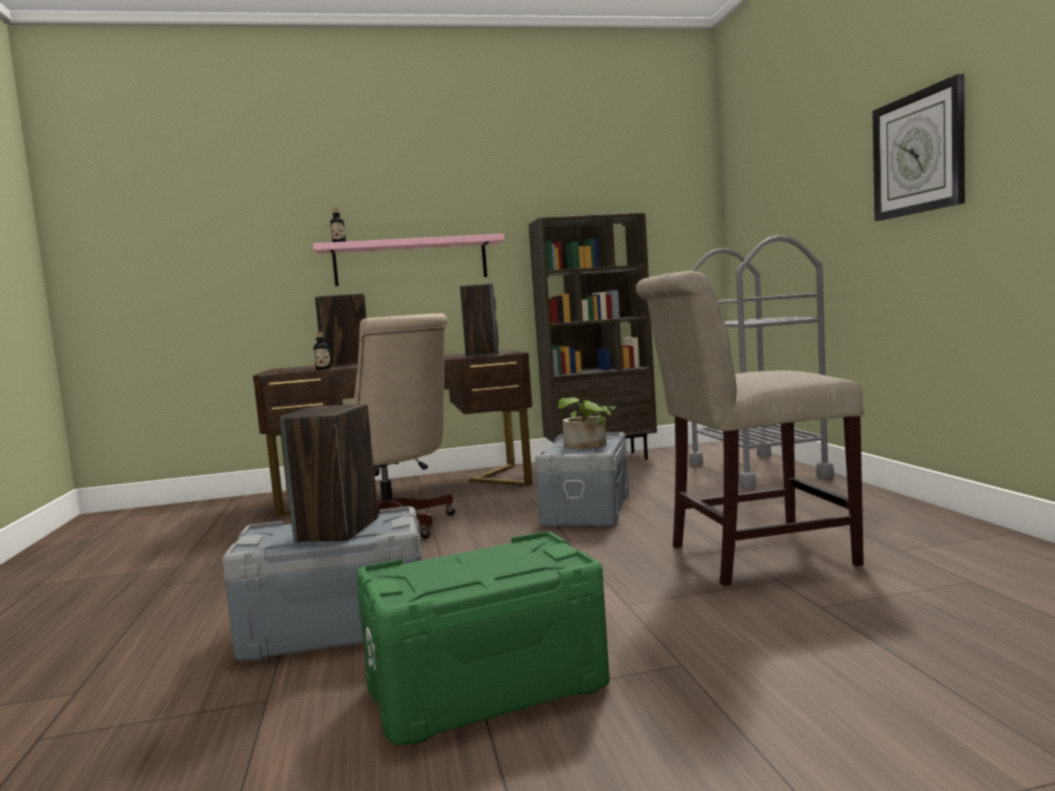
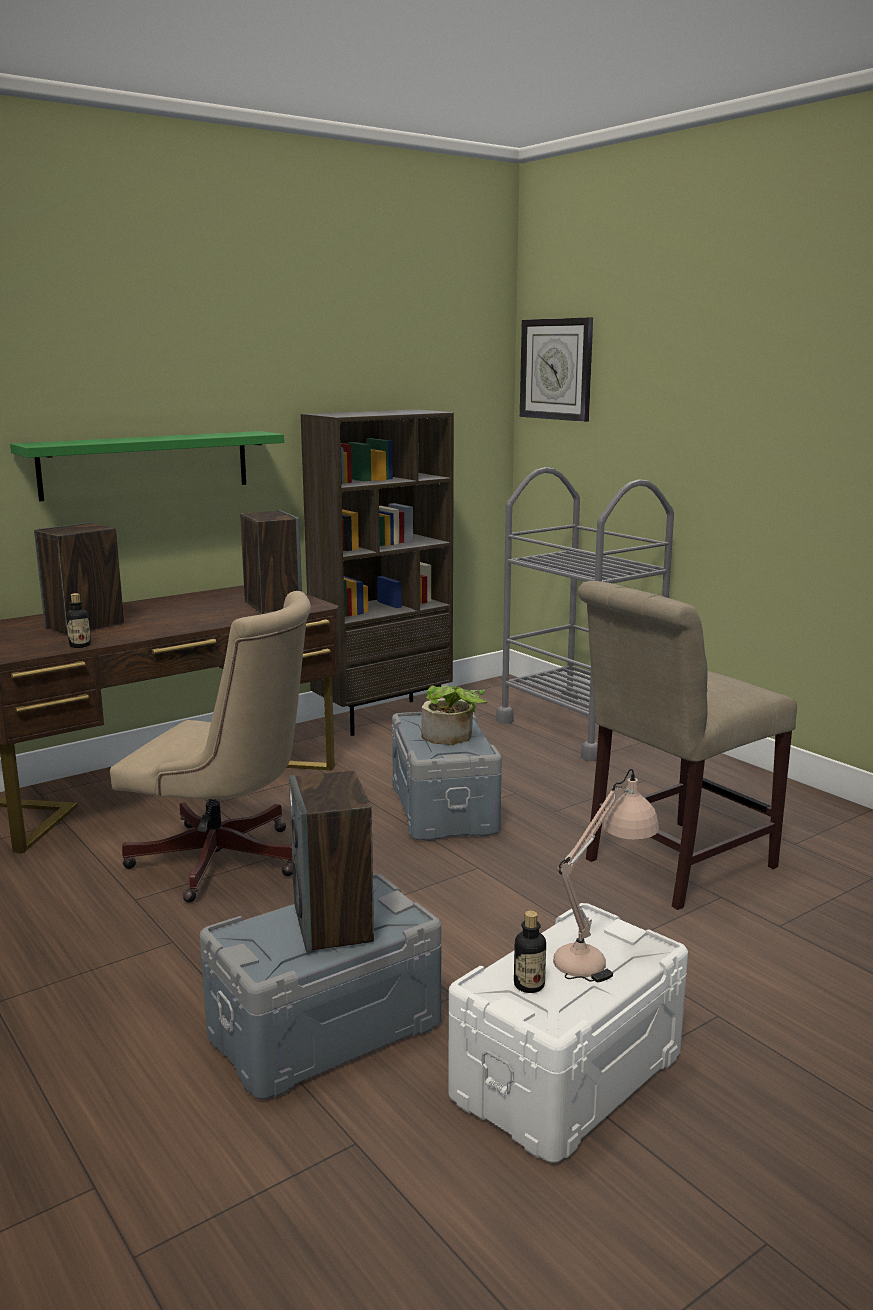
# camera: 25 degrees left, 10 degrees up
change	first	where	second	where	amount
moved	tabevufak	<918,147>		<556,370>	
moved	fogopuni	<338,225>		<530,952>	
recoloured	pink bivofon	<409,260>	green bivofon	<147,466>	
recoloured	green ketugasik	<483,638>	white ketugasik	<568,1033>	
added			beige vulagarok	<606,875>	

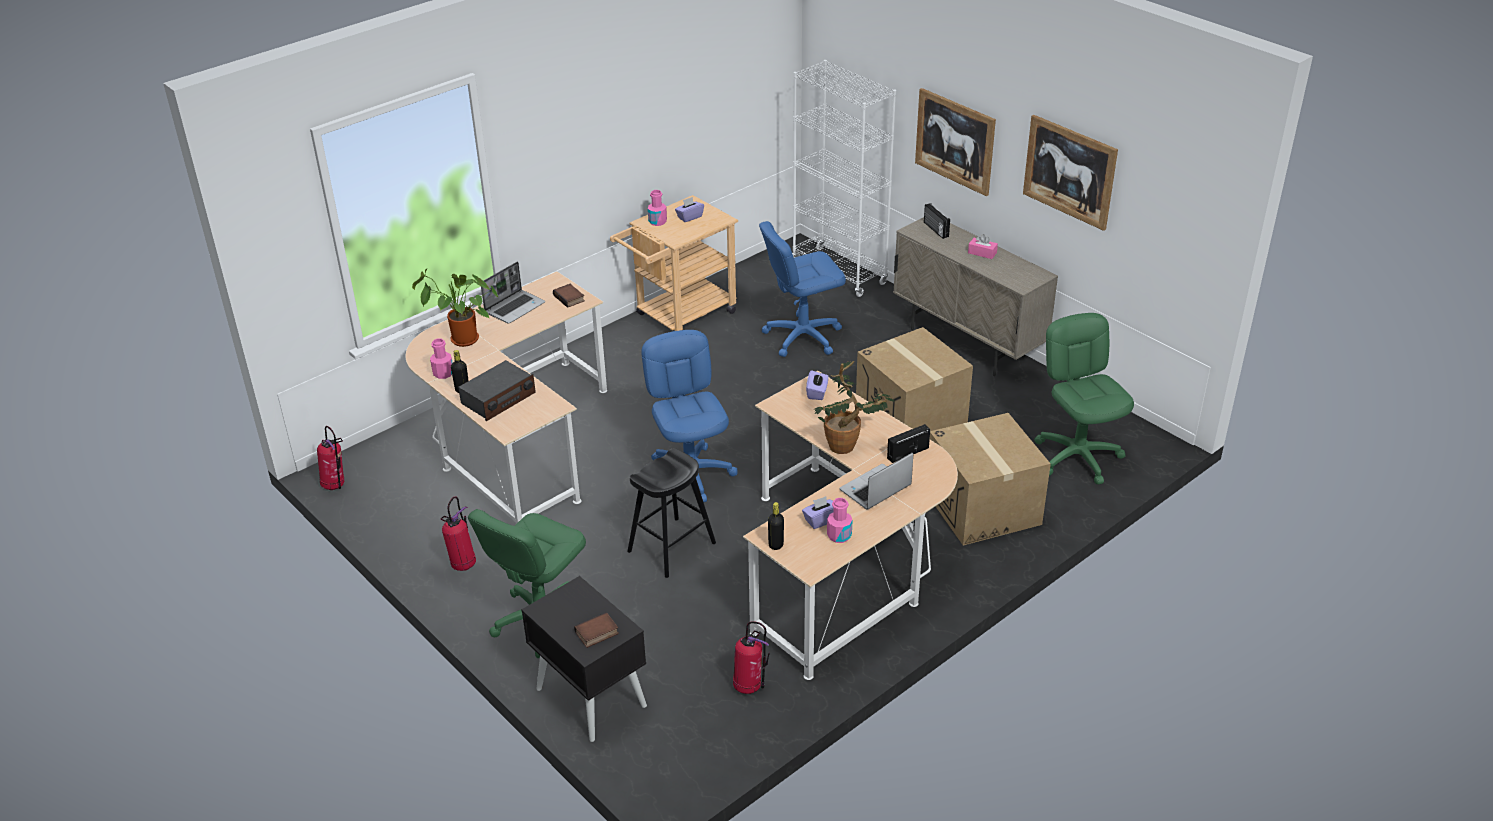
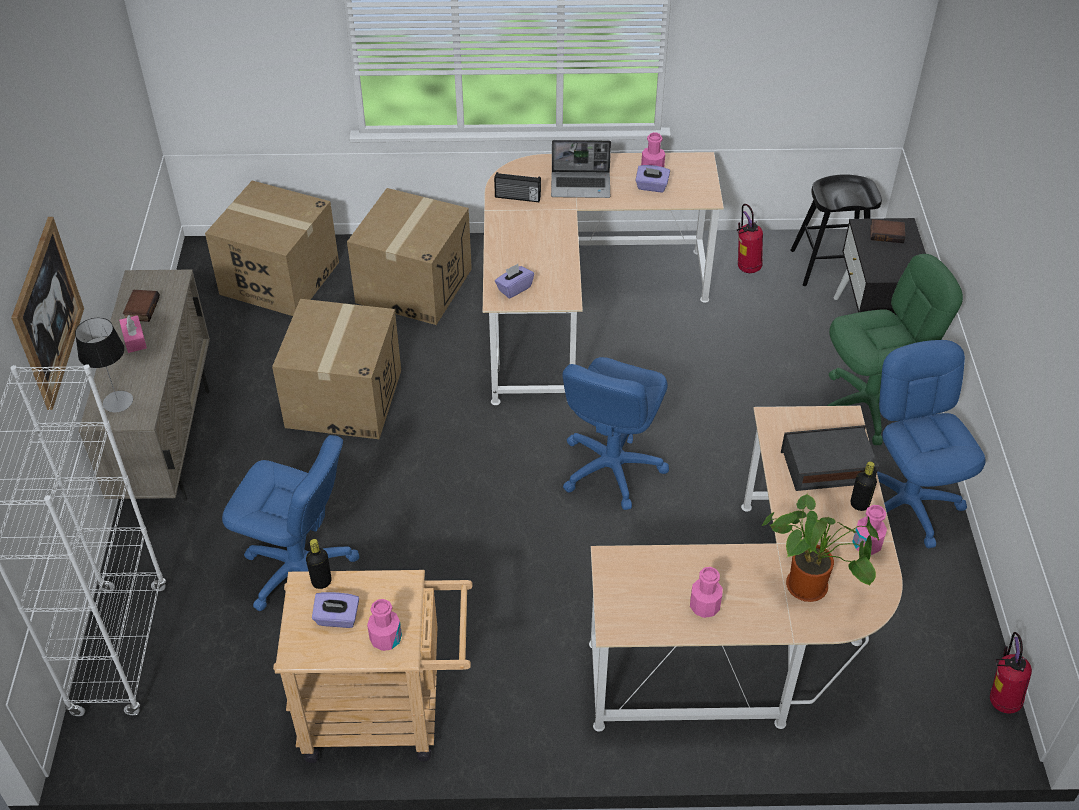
# camera: 140 degrees left, 10 degrees up
change	first	where	second	where	amount
removed	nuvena	<1070,173>			
replaced	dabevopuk	<937,221>	vulagarok	<104,365>	
replaced	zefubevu	<513,293>	pink fogopuni	<706,592>	
moved	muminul	<569,296>		<141,306>	
replaced	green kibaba	<1084,399>	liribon	<272,248>	
removed	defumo	<854,407>			
moved	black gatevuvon	<671,513>		<836,230>	
replaced	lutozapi	<458,533>	blue kibaba	<931,444>	
moved	black fogopuni	<776,526>		<319,564>	

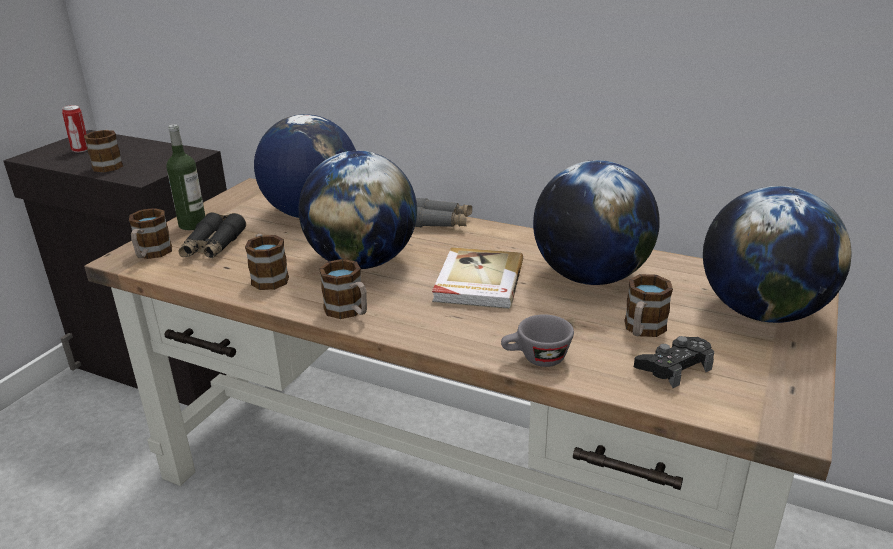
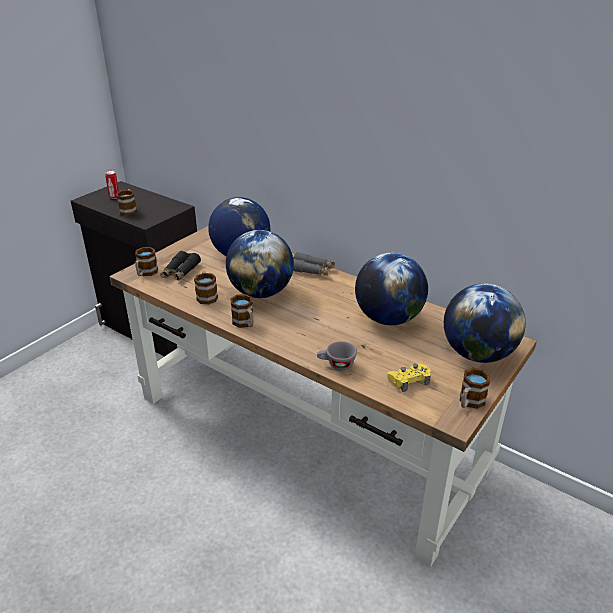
# camera: 10 degrees right, 5 degrees up
change	first	where	second	where	amount
removed	fogopuni	<185,177>			
removed	muminul	<477,278>			
moved	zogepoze	<648,305>		<475,388>	
recoloured	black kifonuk	<674,362>	yellow kifonuk	<409,378>	

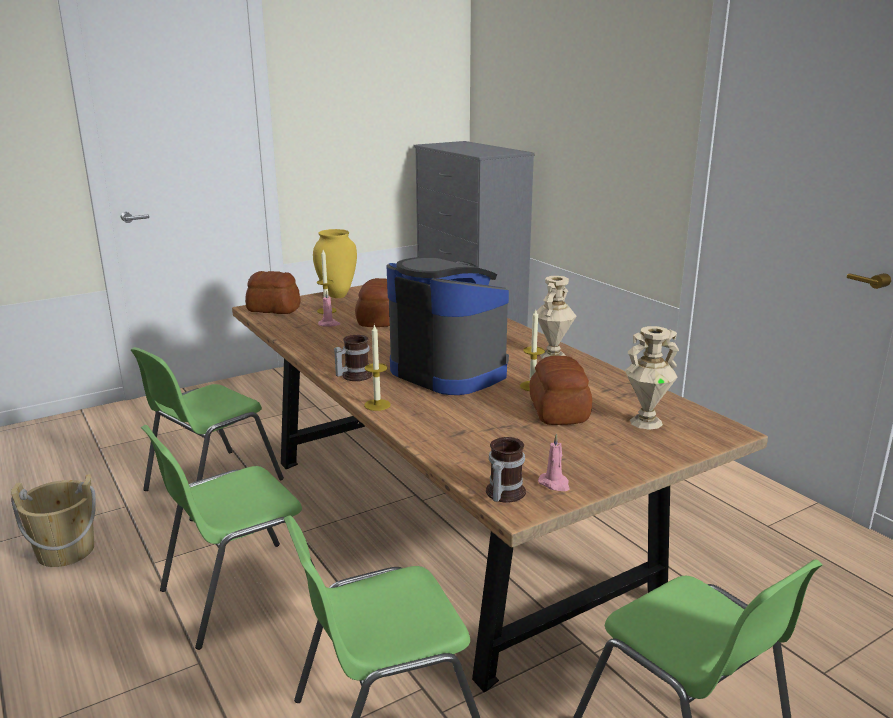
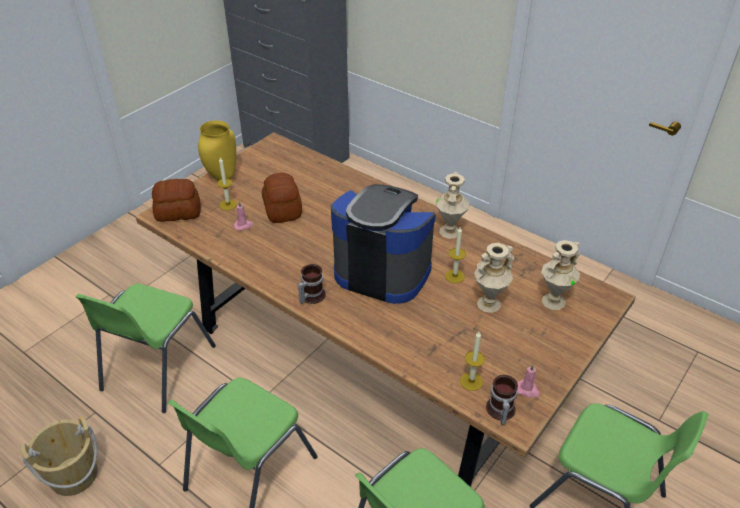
# camera: 20 degrees left, 20 degrees up
change	first	where	second	where	amount
moved	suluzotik	<377,367>		<472,361>	
replaced	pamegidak	<560,390>	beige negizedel	<494,278>	

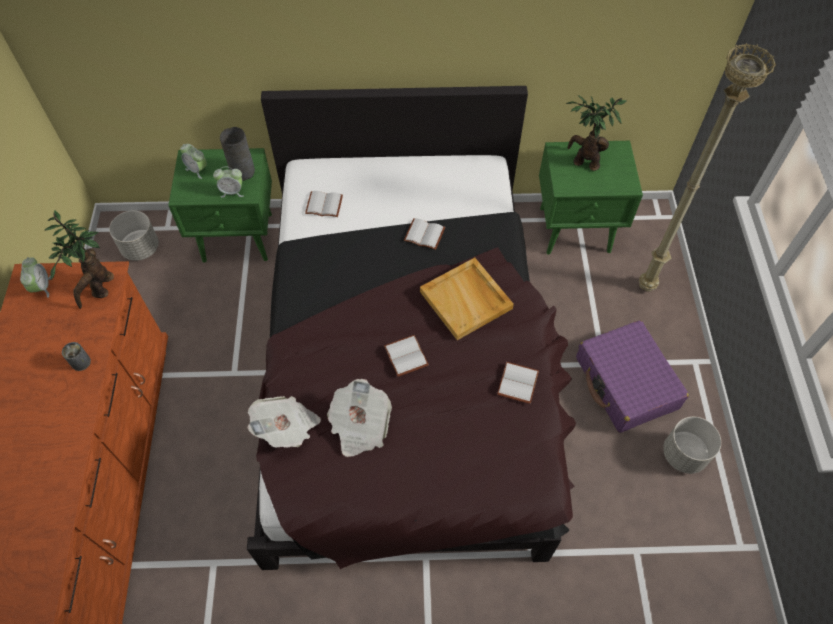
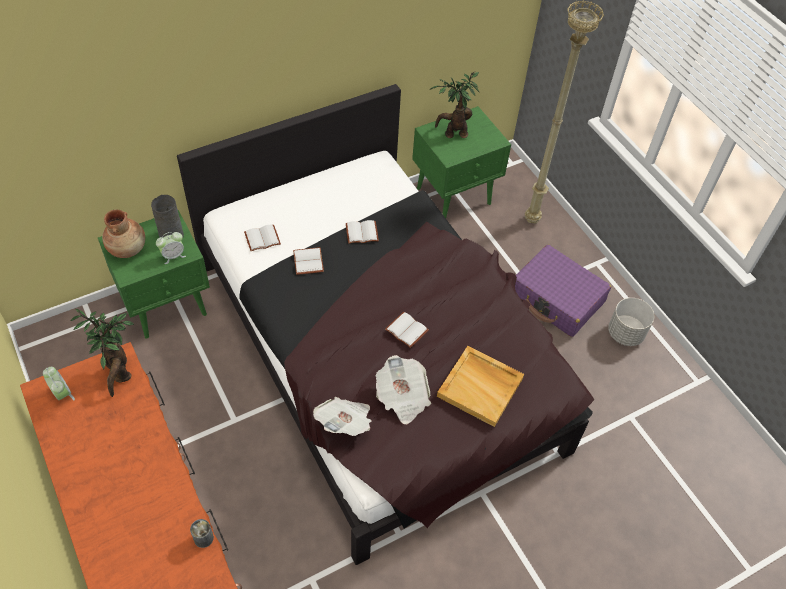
# camera: 30 degrees left, 5 degrees down
change	first	where	second	where	amount
replaced	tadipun	<193,161>	brown negizedel	<123,234>	
removed	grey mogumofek	<134,236>			
moved	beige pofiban	<467,299>		<480,386>	
moved	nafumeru	<76,356>		<202,533>	
moved	white muminul	<518,383>		<308,261>	

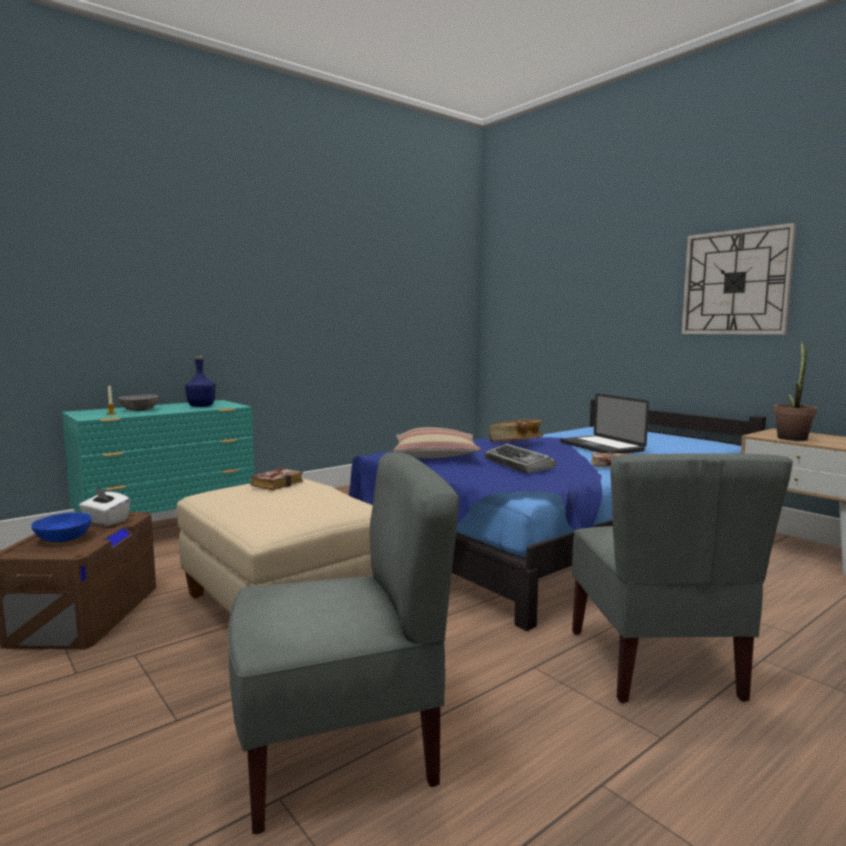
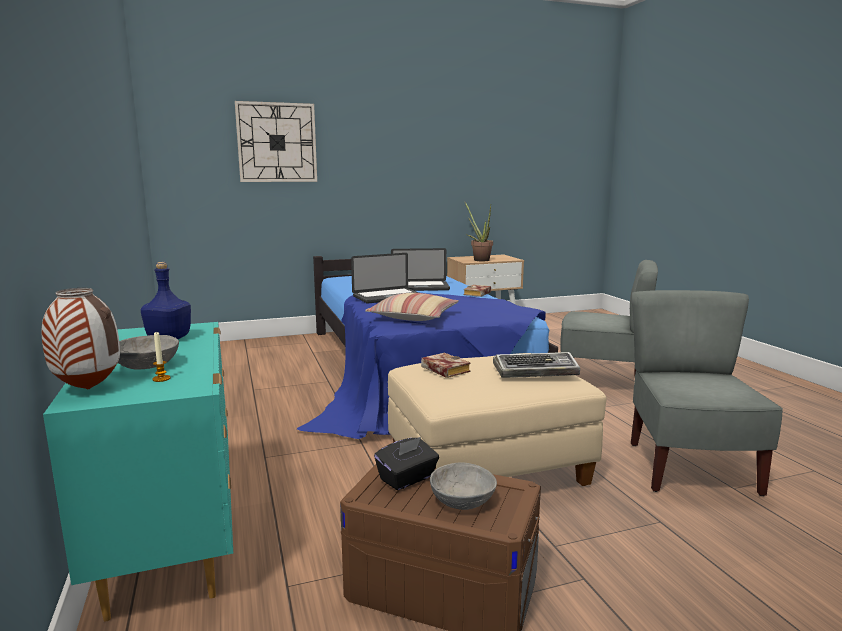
# camera: 70 degrees left, 5 degrees up
change	first	where	second	where	amount
moved	tabevufak	<739,279>		<276,141>	
replaced	muminul	<516,430>	zefubevu	<385,278>	
moved	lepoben	<520,459>		<536,365>	
recoloured	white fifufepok	<104,507>	black fifufepok	<406,463>	
recoloured	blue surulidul	<61,527>	grey surulidul	<463,486>	
added			negizedel	<80,338>	

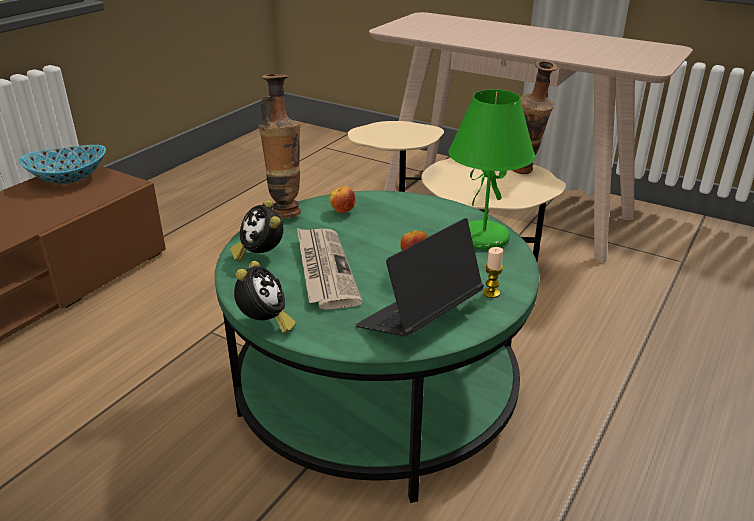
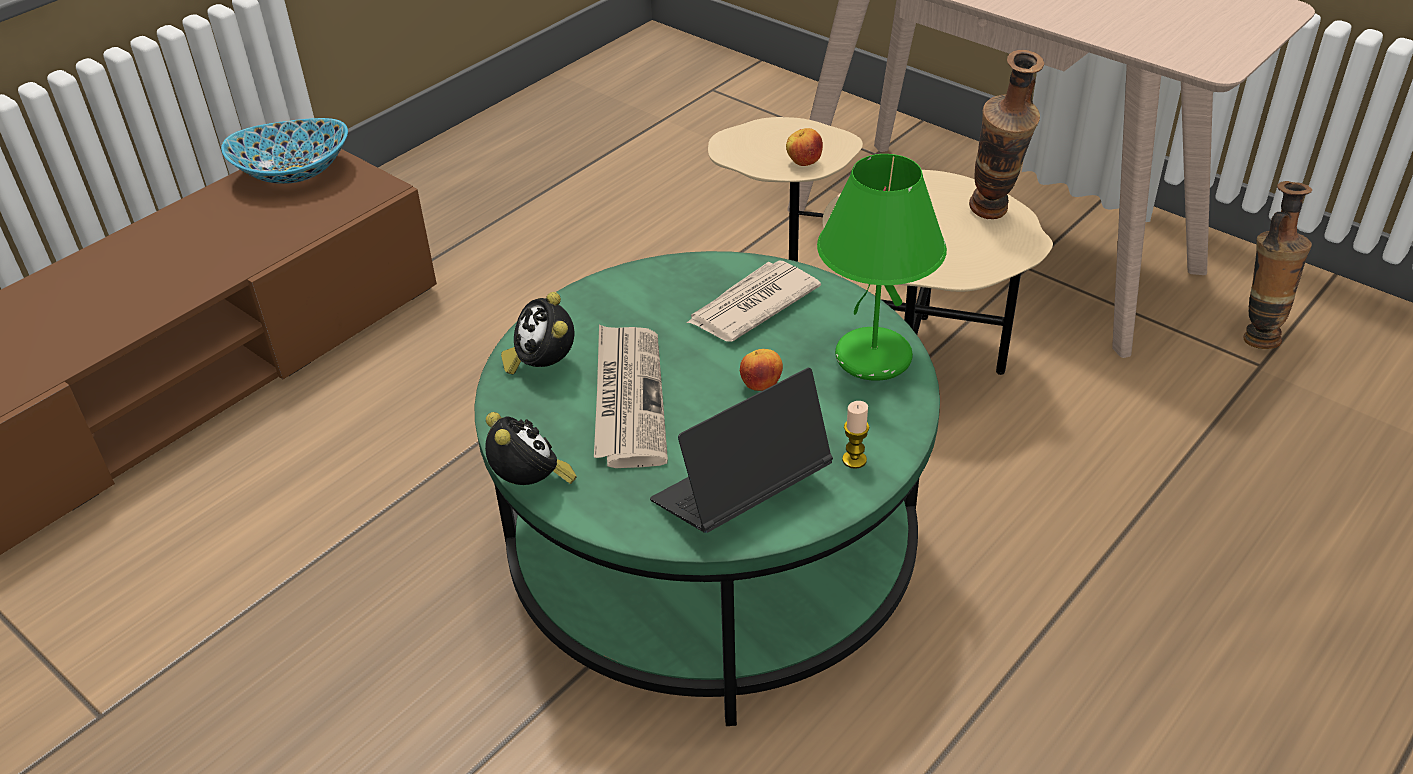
# camera: 10 degrees right, 10 degrees up
change	first	where	second	where	amount
moved	negizedel	<279,146>		<1278,265>	
moved	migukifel	<342,199>		<804,147>	
turned	tadipun	<265,297>		<531,448>	45 degrees counterclockwise
added			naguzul	<754,301>	

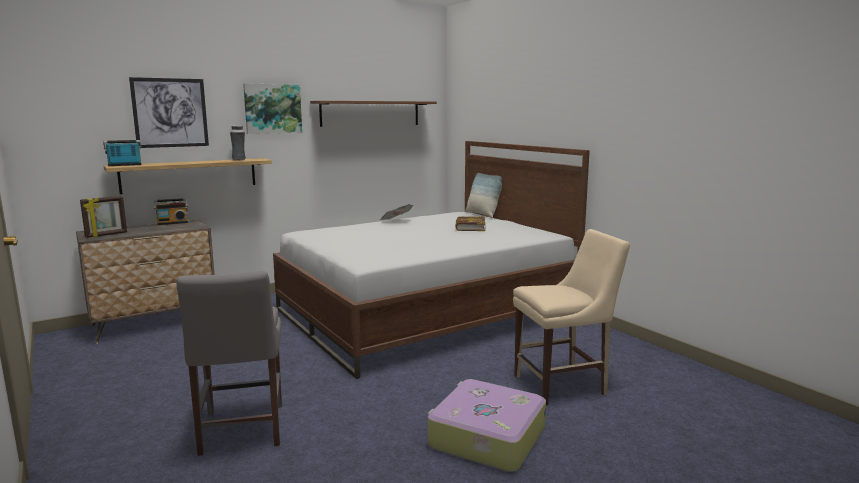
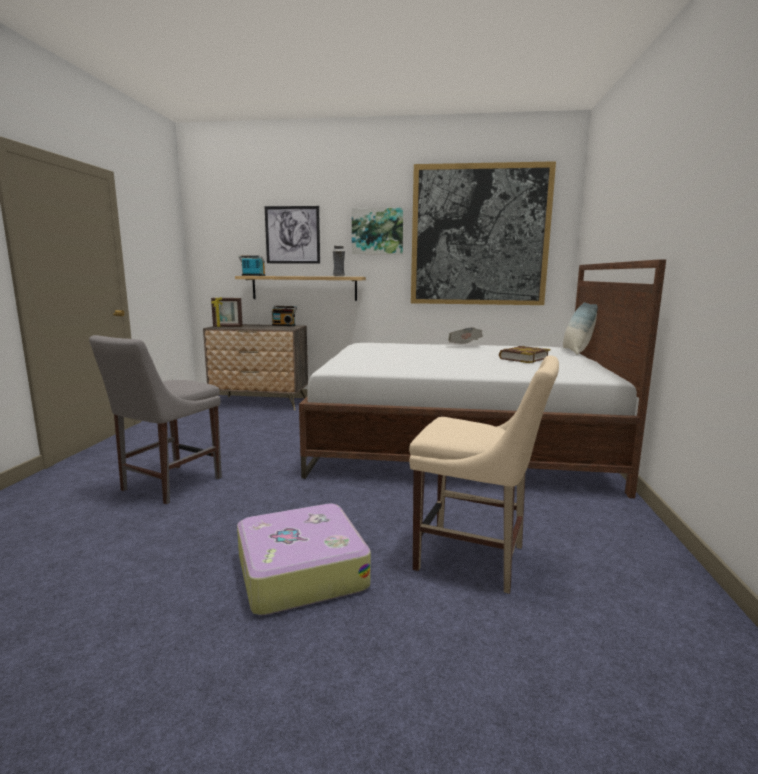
# camera: 40 degrees right, 0 degrees up
change	first	where	second	where	amount
replaced	brown bivofon	<373,114>	nuvena	<483,233>	

